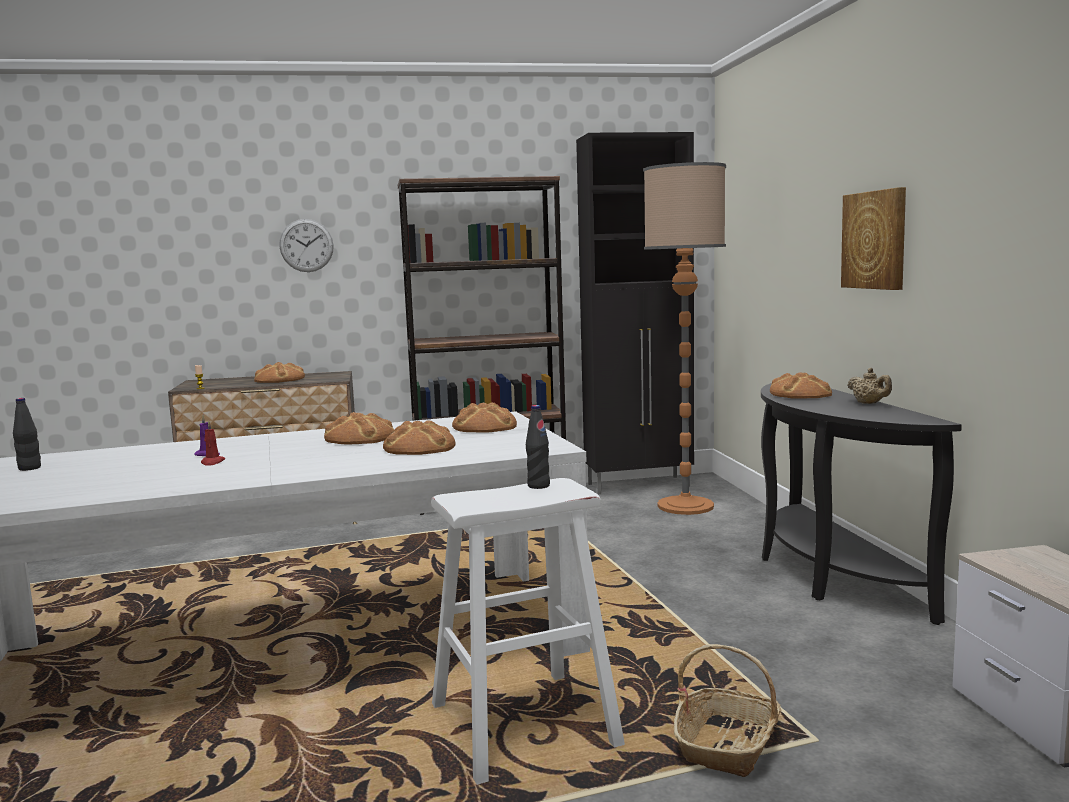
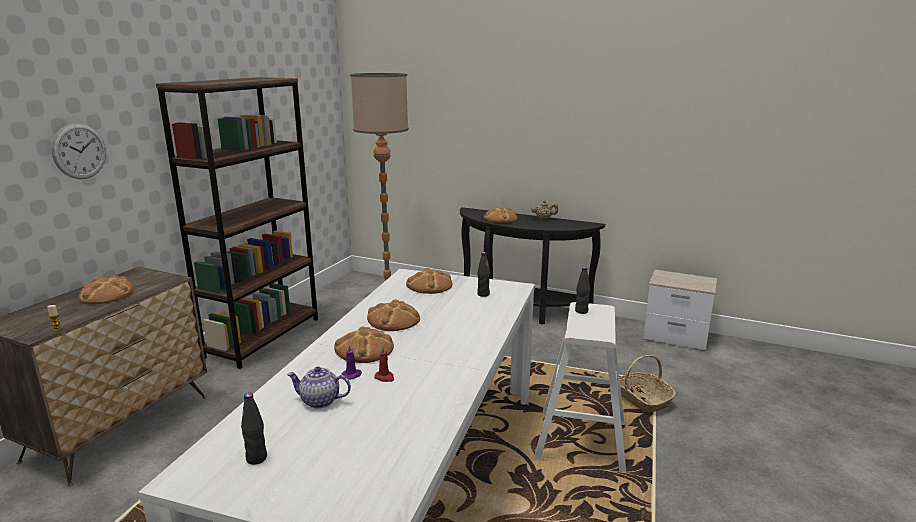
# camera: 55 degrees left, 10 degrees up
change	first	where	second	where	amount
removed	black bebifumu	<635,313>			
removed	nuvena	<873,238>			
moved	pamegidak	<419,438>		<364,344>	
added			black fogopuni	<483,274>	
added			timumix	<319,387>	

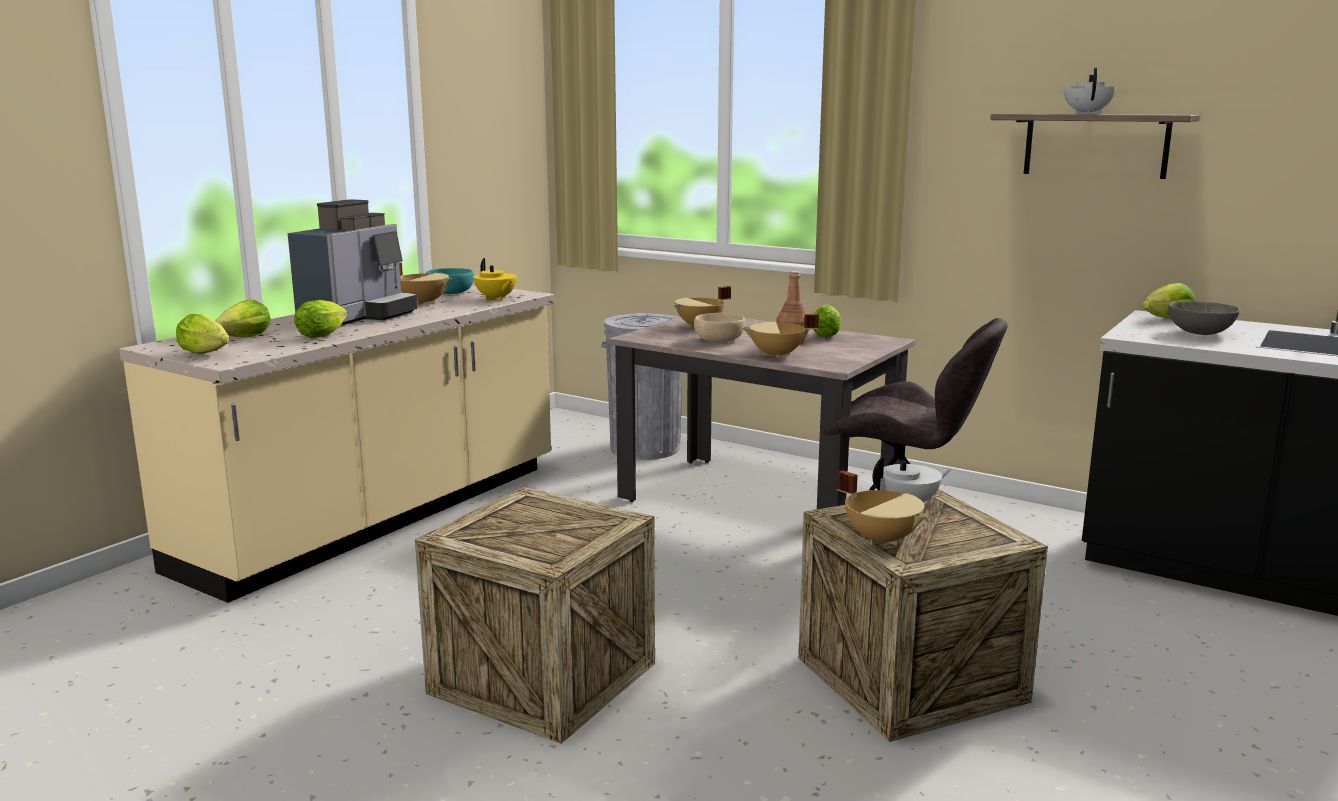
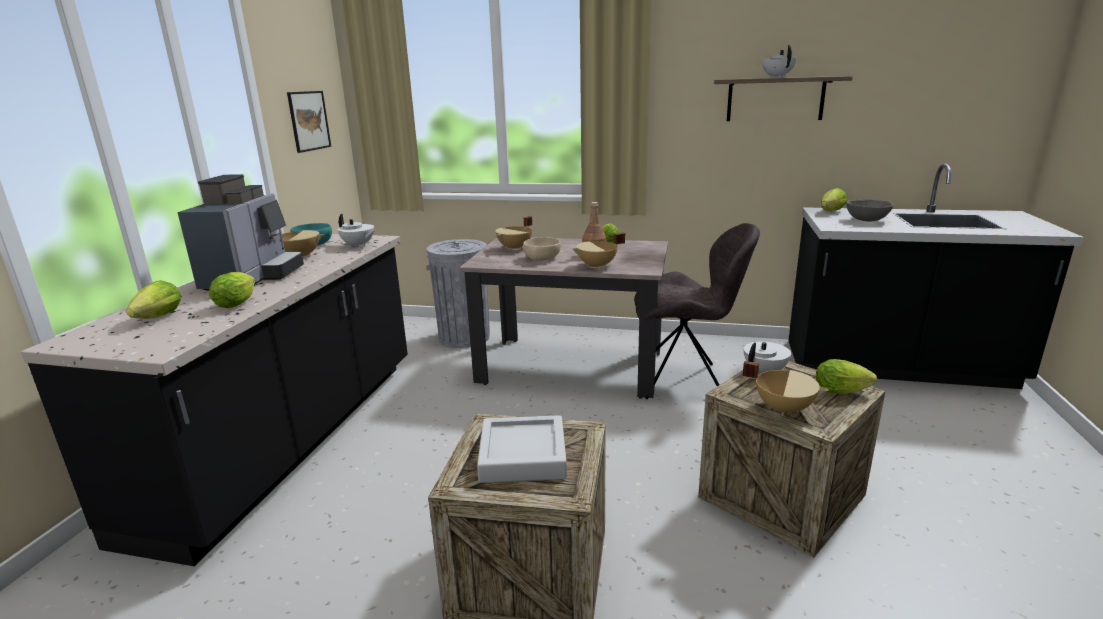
# camera: 20 degrees left, 5 degrees up
change	first	where	second	where	amount
recoloured	yellow timumix	<495,279>	white timumix	<356,231>	
recoloured	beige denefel	<336,443>	black denefel	<214,400>	
moved	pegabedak	<202,334>		<846,376>	
added			nuvena	<309,122>	
added			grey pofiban	<522,449>	

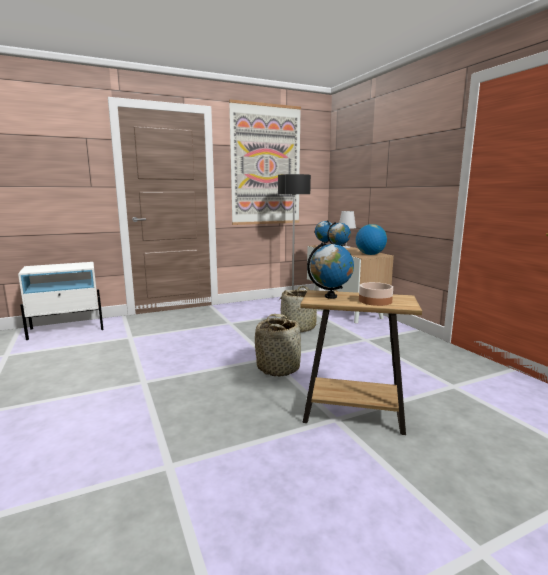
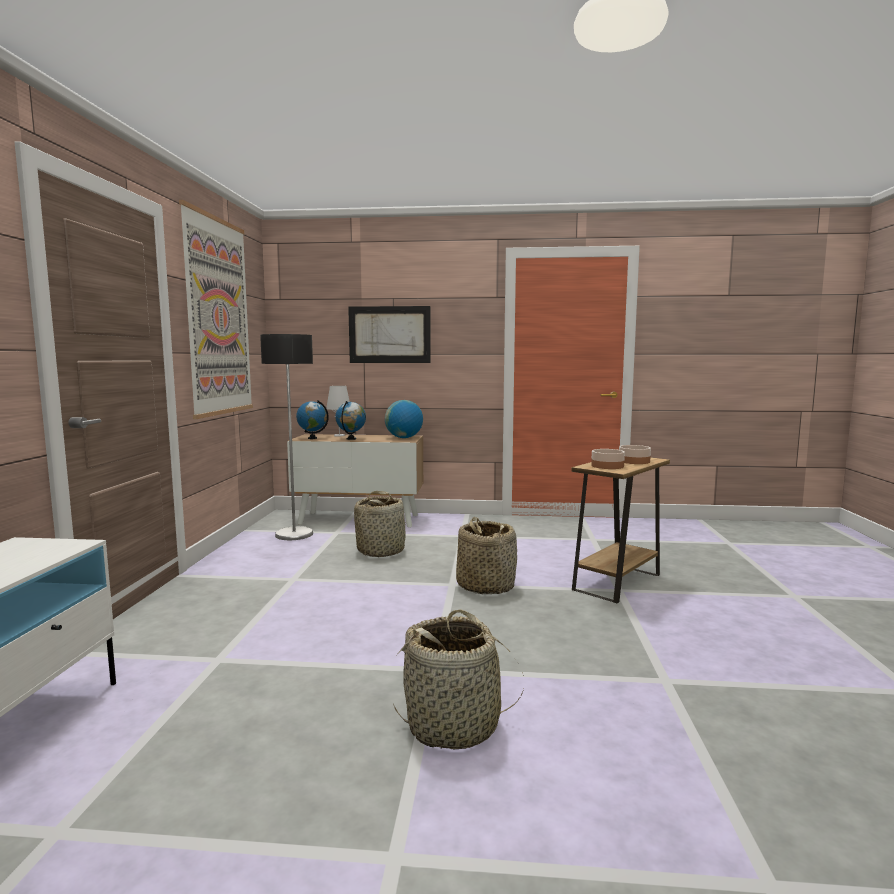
# camera: 60 degrees left, 5 degrees down
change	first	where	second	where	amount
replaced	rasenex	<330,270>	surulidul	<608,459>	
added			nuvena	<389,334>	
added			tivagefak	<458,679>	

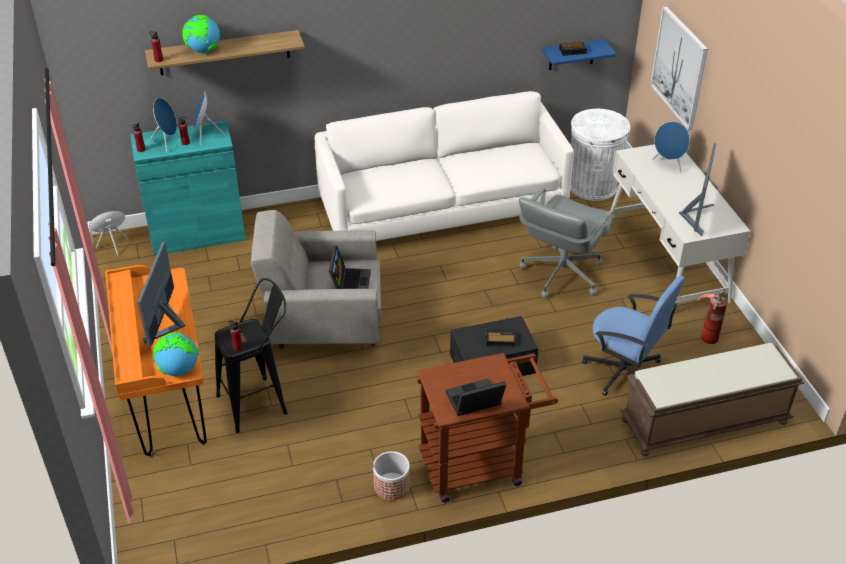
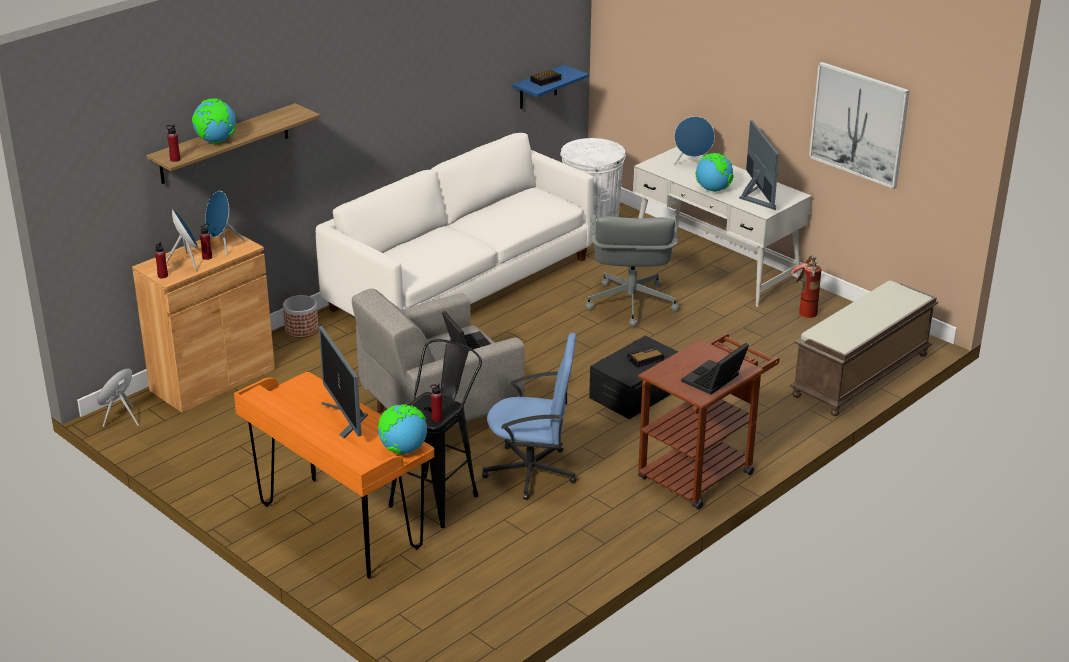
# camera: 30 degrees left, 10 degrees down
change	first	where	second	where	amount
moved	nuvena	<679,68>		<859,125>	
recoloured	turquoise bebifumu	<188,188>	brown bebifumu	<203,320>	
moved	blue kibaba	<633,335>		<529,416>	
moved	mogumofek	<391,476>		<301,316>	
added			rasenex	<714,172>	

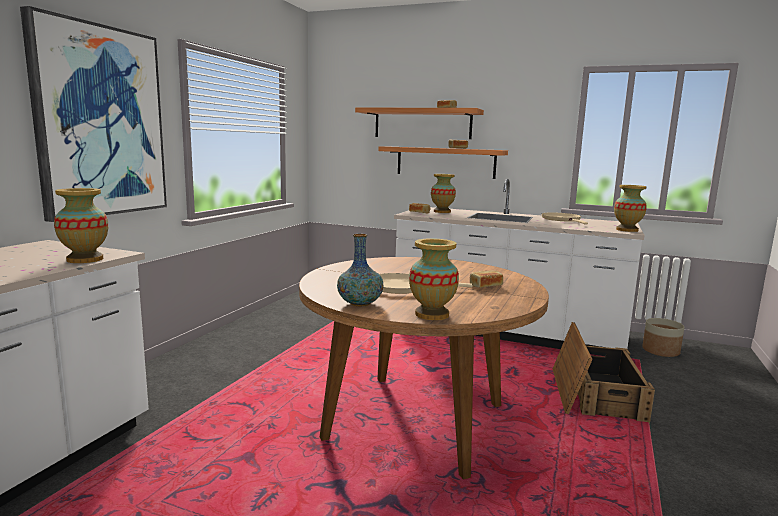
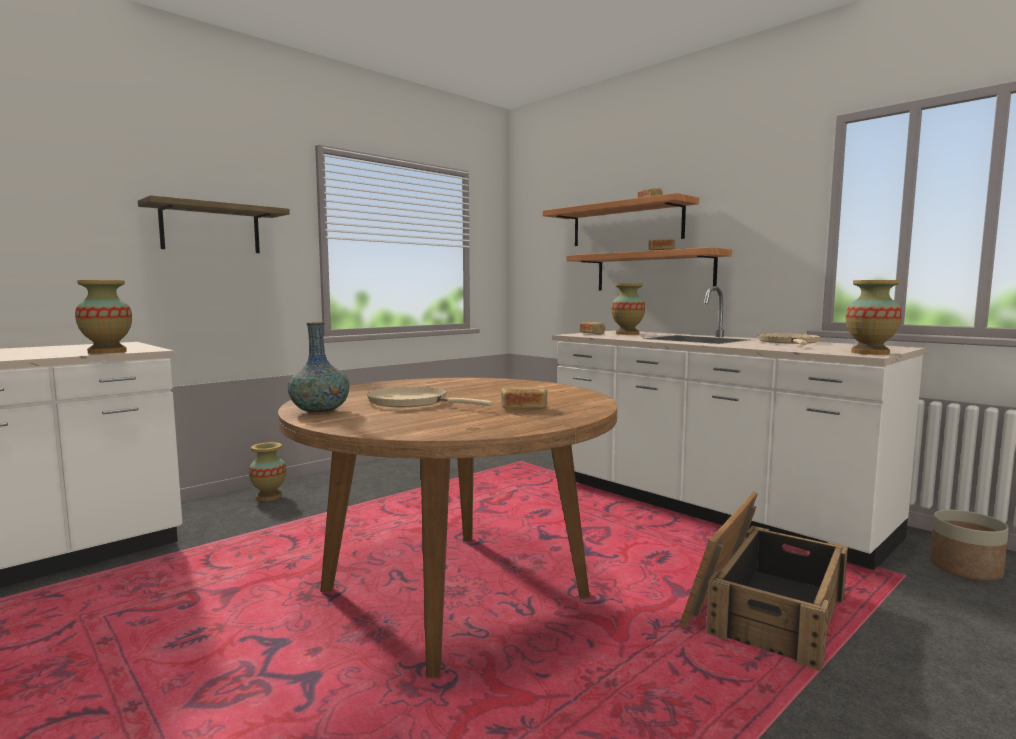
# camera: 25 degrees right, 5 degrees down
change	first	where	second	where	amount
replaced	nuvena	<93,114>	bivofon	<214,224>	
moved	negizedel	<434,279>		<267,471>	

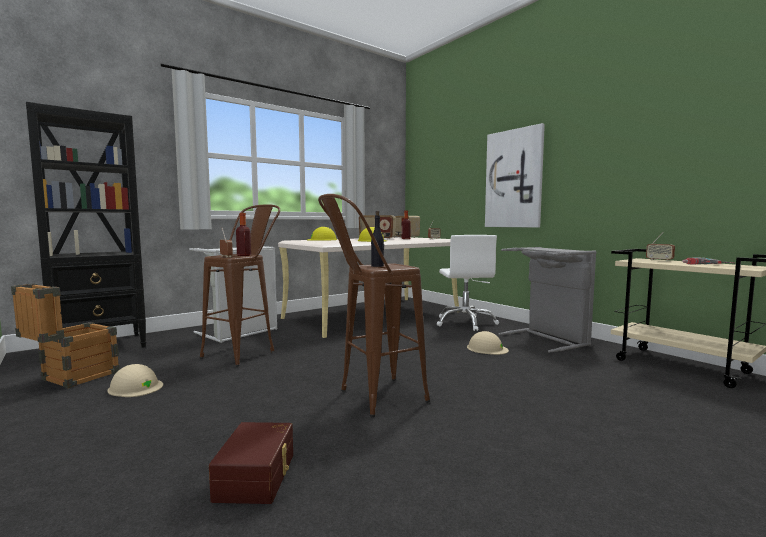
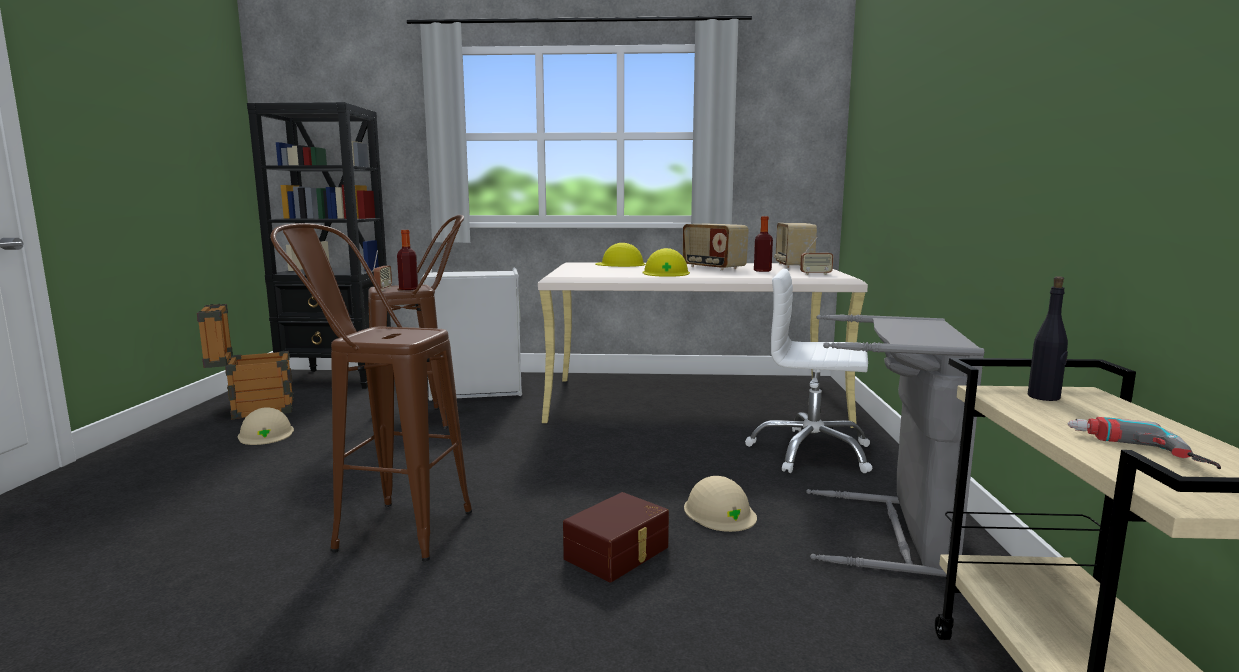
# camera: 40 degrees right, 5 degrees up
change	first	where	second	where	amount
removed	nuvena	<515,175>			
moved	black fogopuni	<377,239>		<1048,338>	
removed	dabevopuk	<660,246>			
turned	white kibaba	<468,283>		<808,371>	75 degrees clockwise
moved	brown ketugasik	<251,463>		<616,537>	

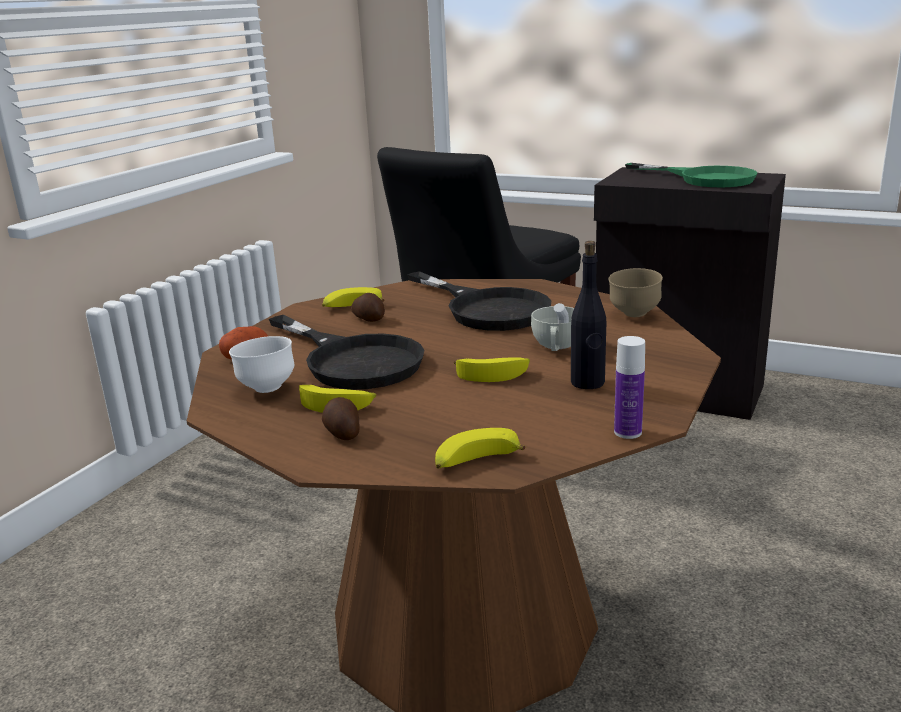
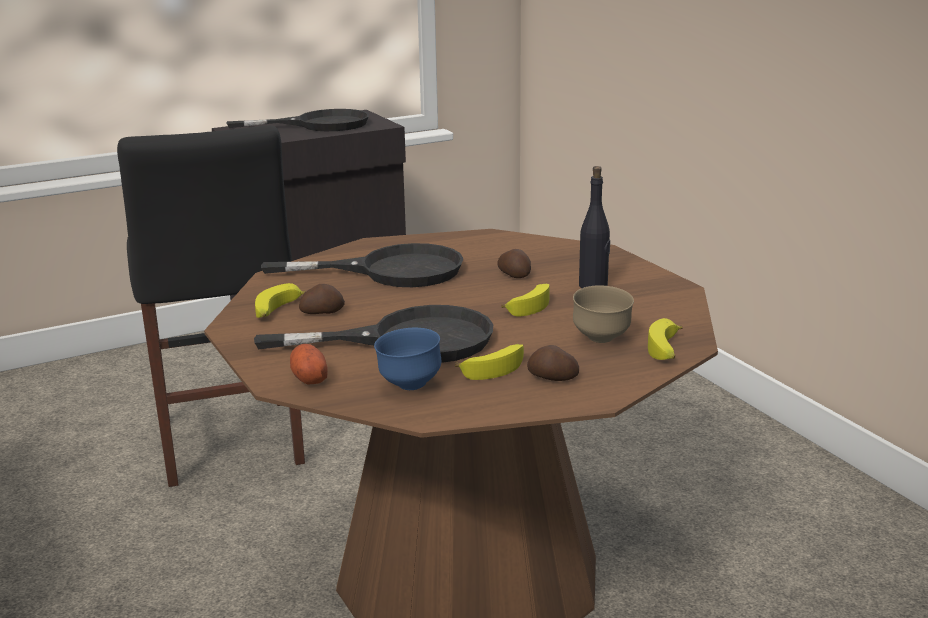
# camera: 55 degrees left, 0 degrees up
change	first	where	second	where	amount
recoloured	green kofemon	<691,175>	black kofemon	<297,120>	
moved	brown surulidul	<635,292>		<603,314>	
replaced	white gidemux	<552,327>	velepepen	<514,263>	
recoloured	white surulidul	<261,364>	blue surulidul	<407,359>	
removed	fogopuni	<629,387>			

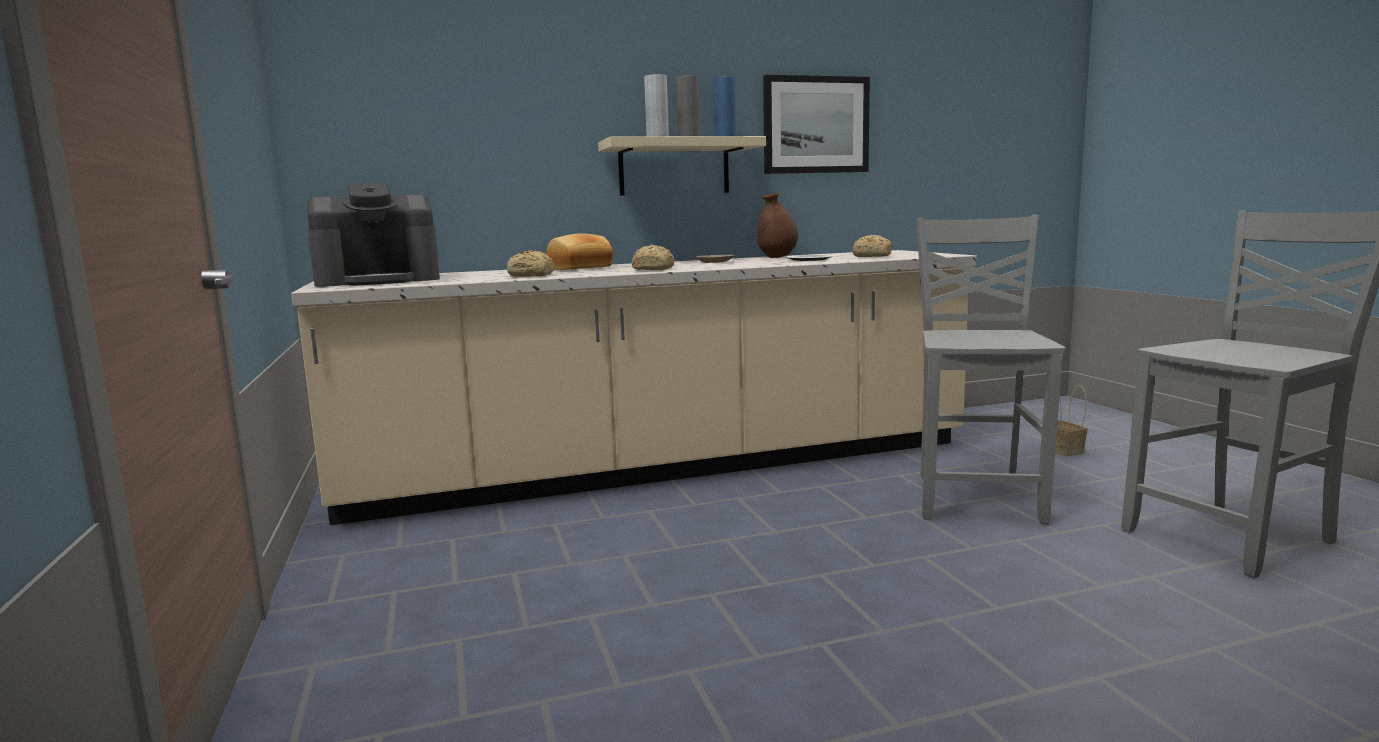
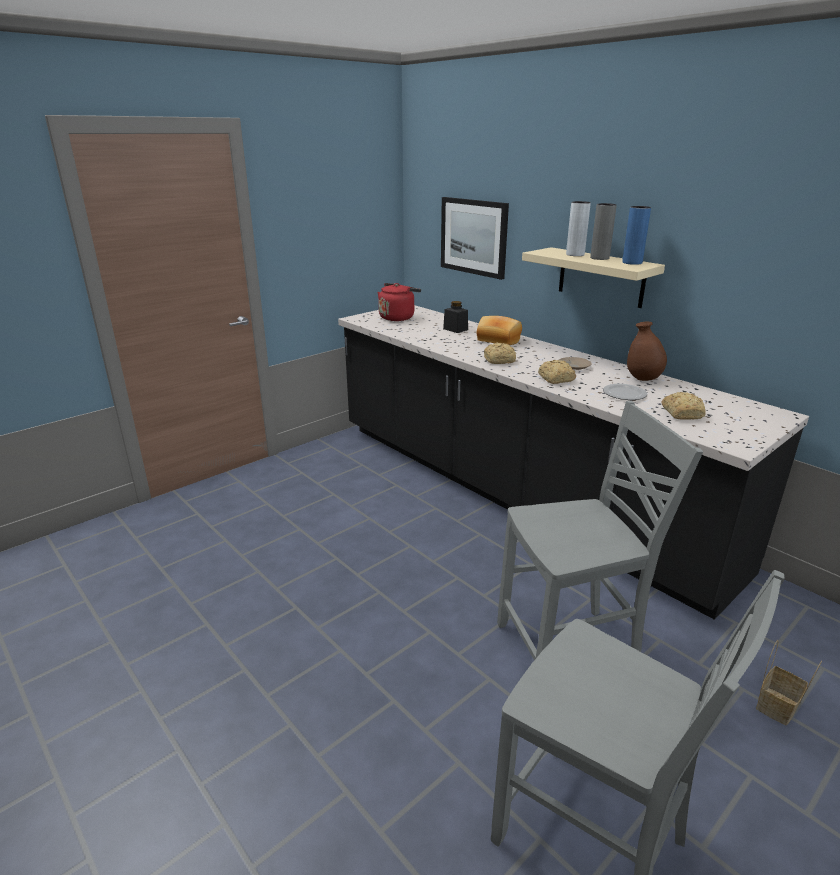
# camera: 65 degrees right, 15 degrees up
change	first	where	second	where	amount
moved	nuvena	<816,124>		<475,238>	
replaced	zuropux	<374,235>	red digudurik	<399,302>	
recoloured	beige denefel	<634,387>	black denefel	<573,462>	
moved	pamegidak	<530,263>		<557,372>	
added			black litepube	<455,317>	

